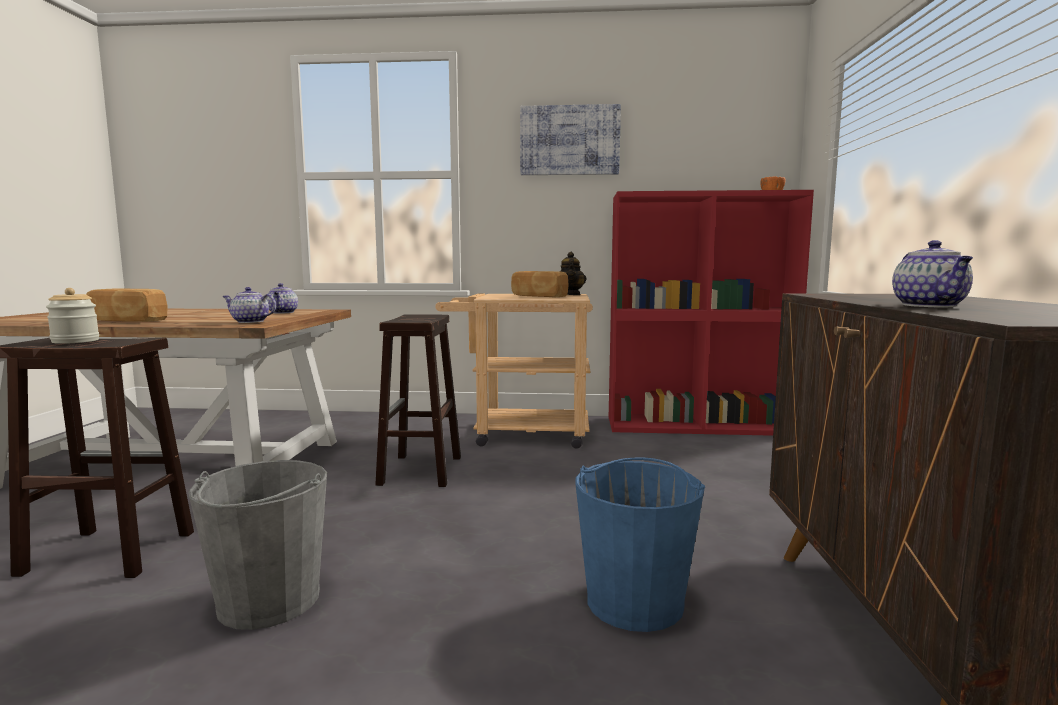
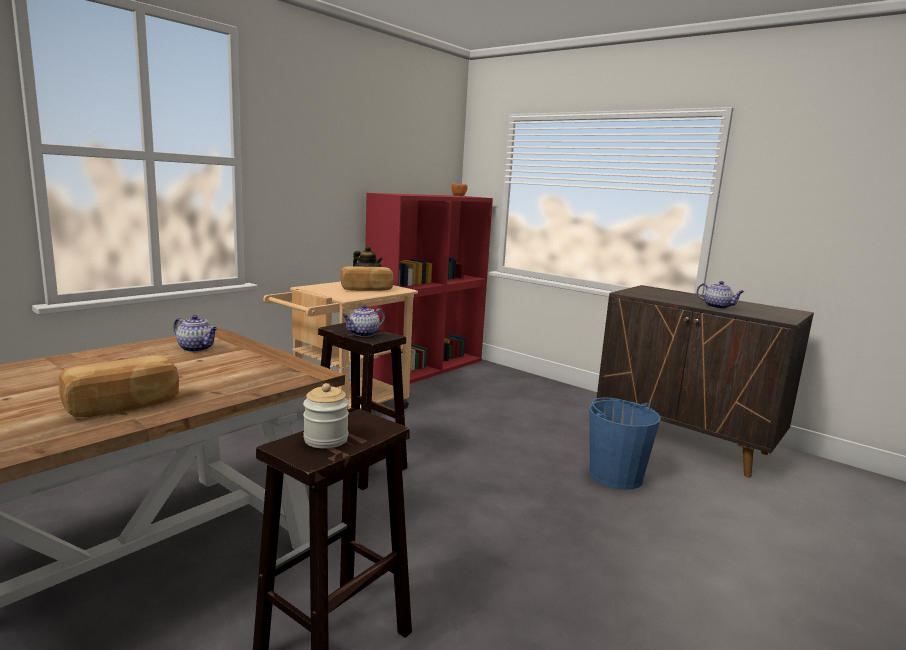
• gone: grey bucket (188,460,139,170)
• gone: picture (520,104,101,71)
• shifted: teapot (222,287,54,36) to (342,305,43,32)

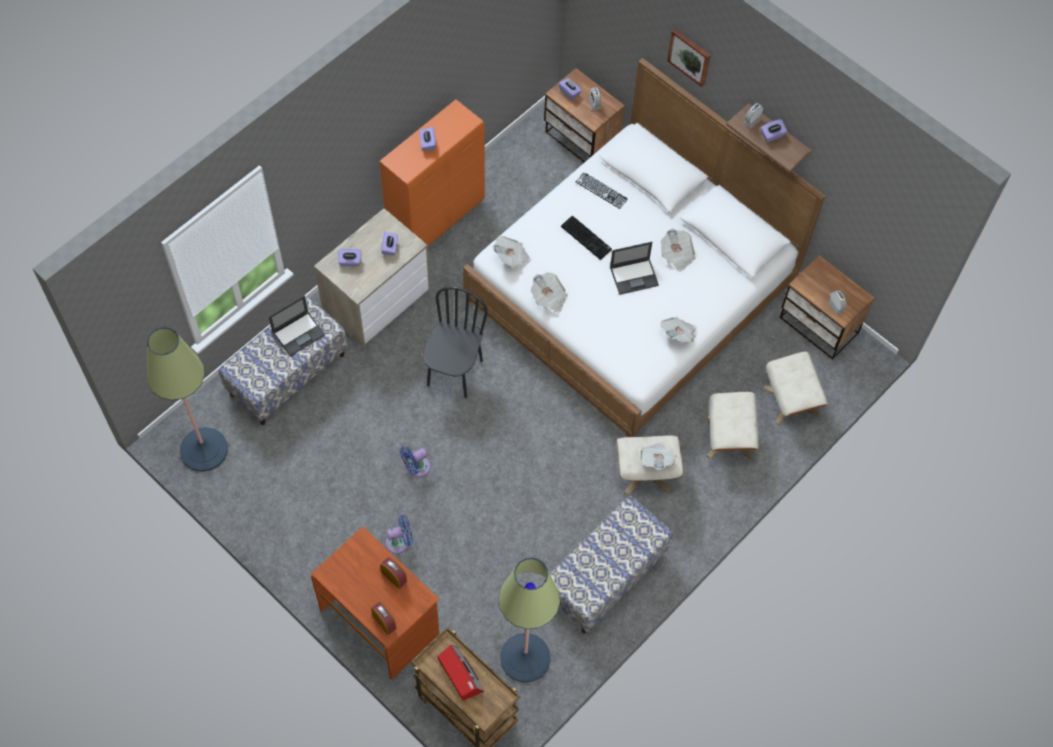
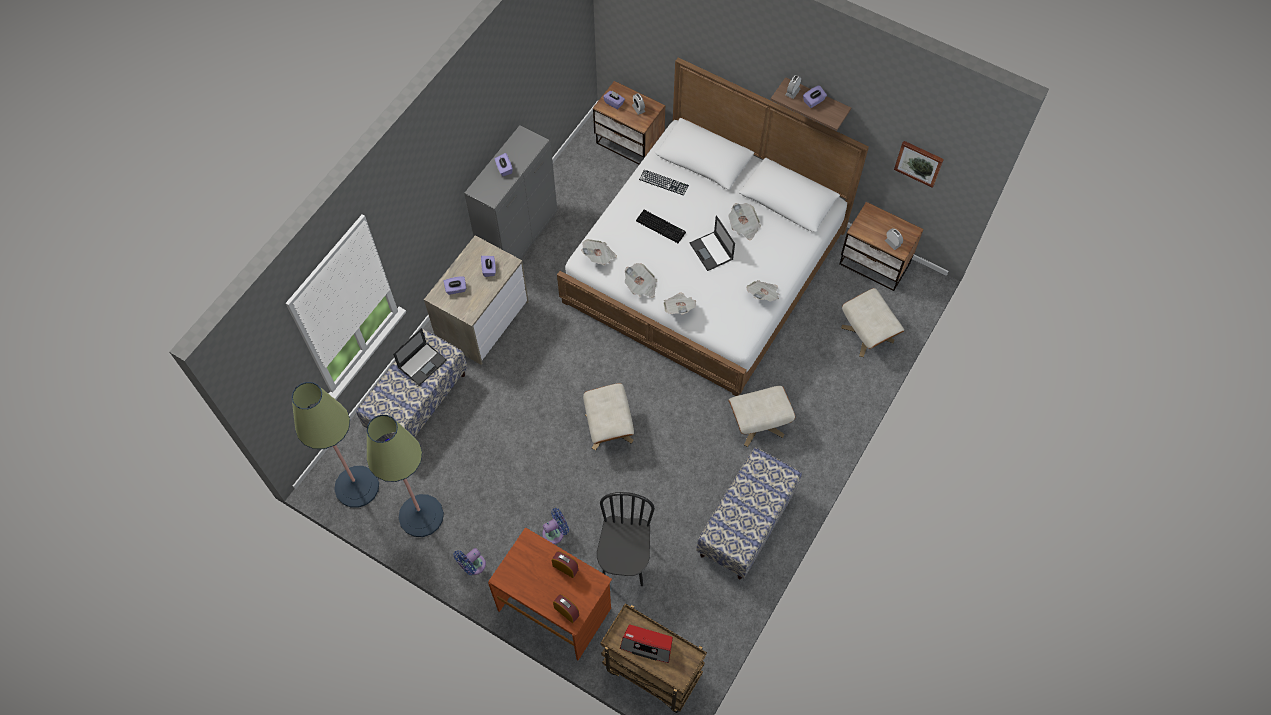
• shifted: blue fan (400,446,31,31) to (453,548,33,27)
• shifted: black chair (423,286,65,112) to (597,492,58,94)
• shifted: floor lamp (499,558,61,125) to (367,415,77,122)
• shifted: newspaper (640,442,37,28) to (664,293,32,22)
• shifted: picture (667,29,44,58) to (894,141,50,47)
• shifted: beige ottoman (705,392,54,67) to (583,383,51,67)
• repainted: orange cabinet (380,99,105,147) to grey cabinet (464,125,93,134)
• rotated: radio (438,645,46,55) = (620,624,53,39) 150 degrees clockwise
• rotated: laptop (610,242,49,53) = (690,215,45,56) 90 degrees clockwise

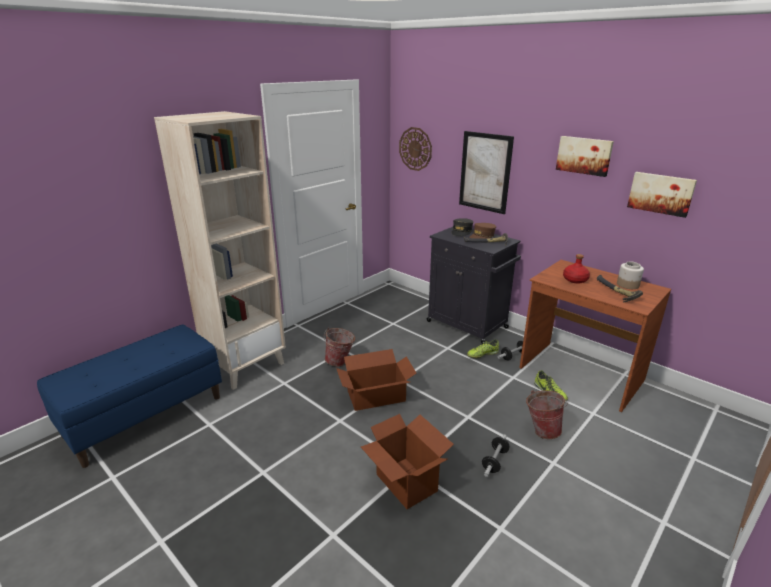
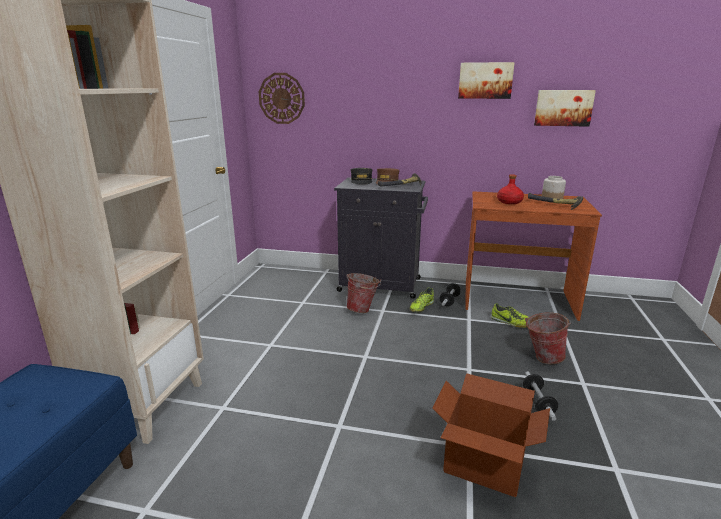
• gone: cardboard box (336,349,81,62)
• gone: picture (459,131,55,83)
• shifted: bucket (324,327,31,40) to (346,273,35,40)

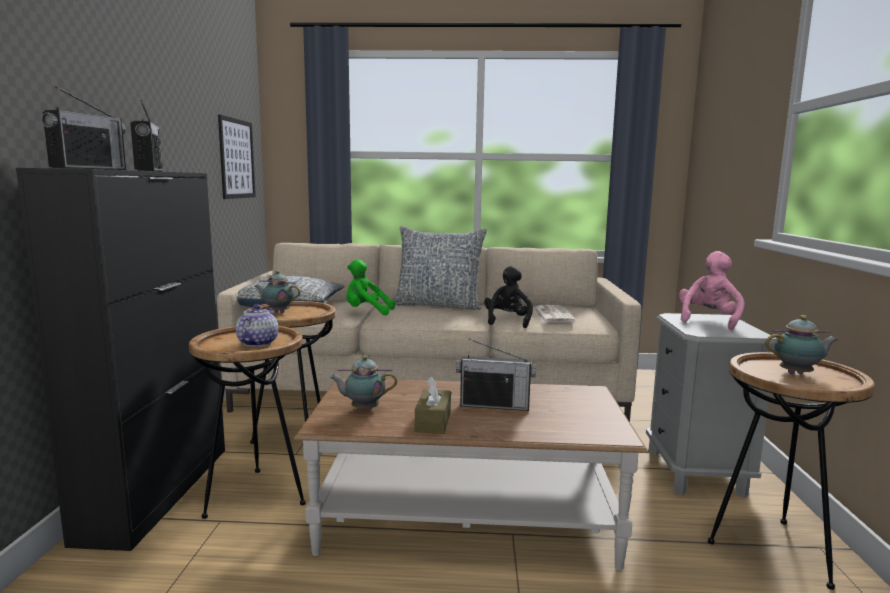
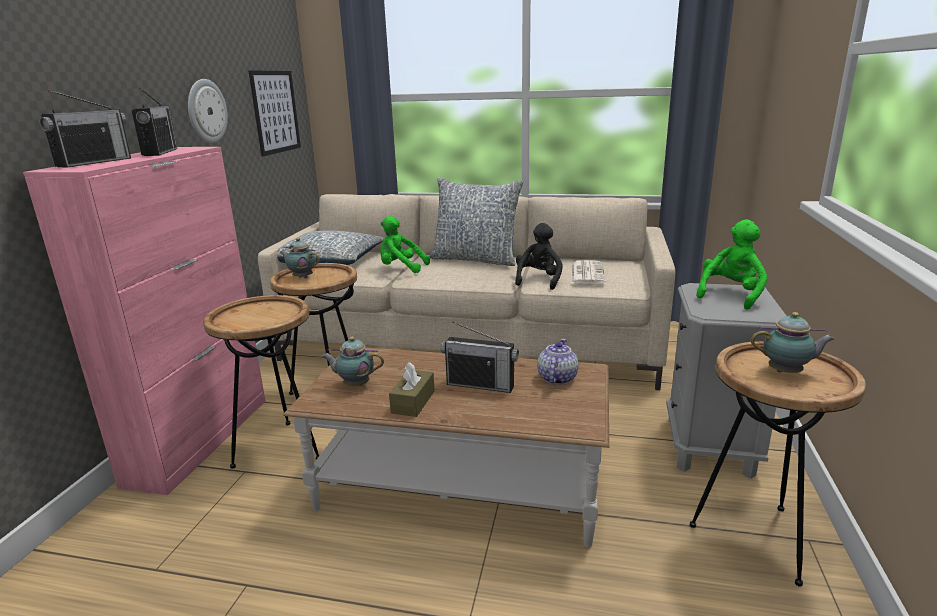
• new: wall clock (188,79,40,64)
• shifted: teapot (236,304,42,43) to (537,339,42,46)
• repainted: black cabinet (16,168,209,383) to pink cabinet (23,147,242,348)
• repainted: pink plush toy (679,251,66,79) to green plush toy (696,219,72,91)

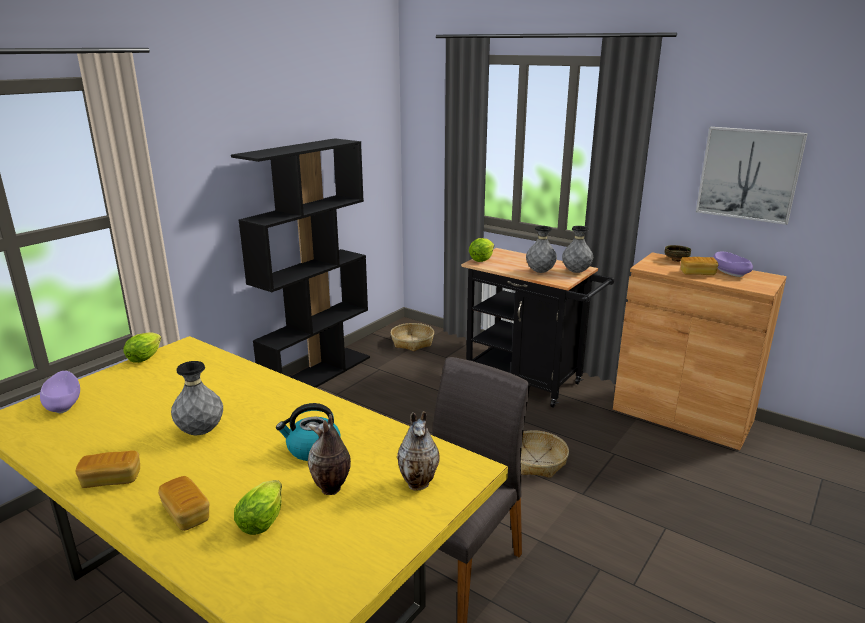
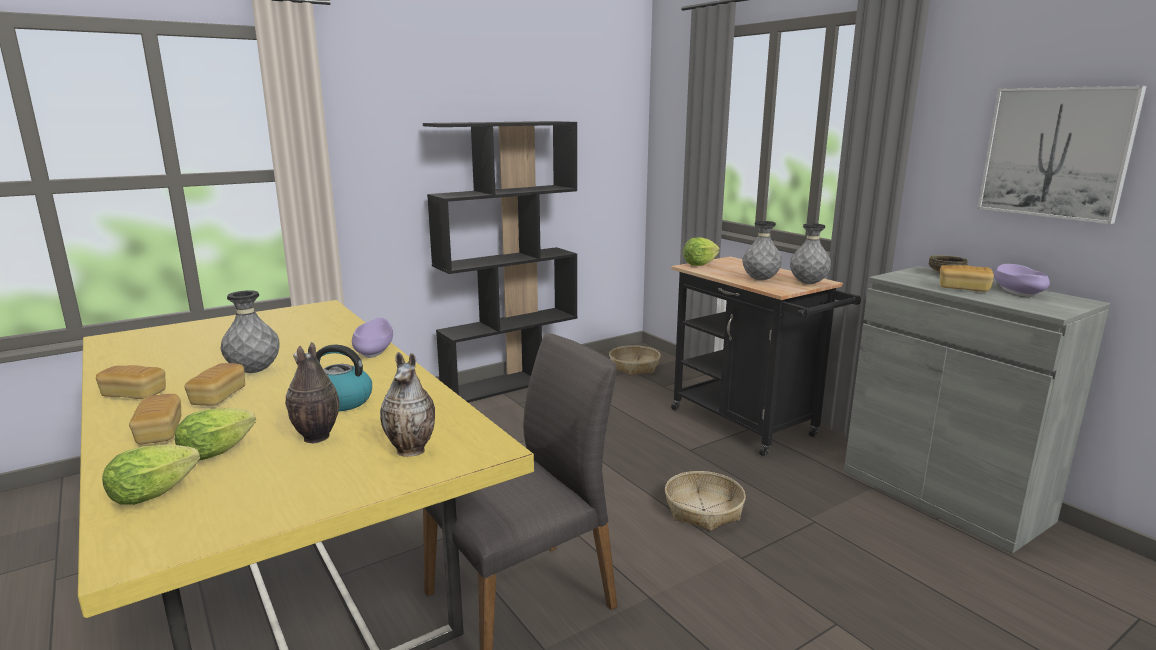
• new: bread (184,363,61,43)
• shifted: purple bowl (40,371,40,42) to (352,318,41,40)
• shifted: lettuce (123,332,39,31) to (102,444,98,61)
• repainted: brown cabinet (613,252,174,198) to grey cabinet (844,266,266,287)

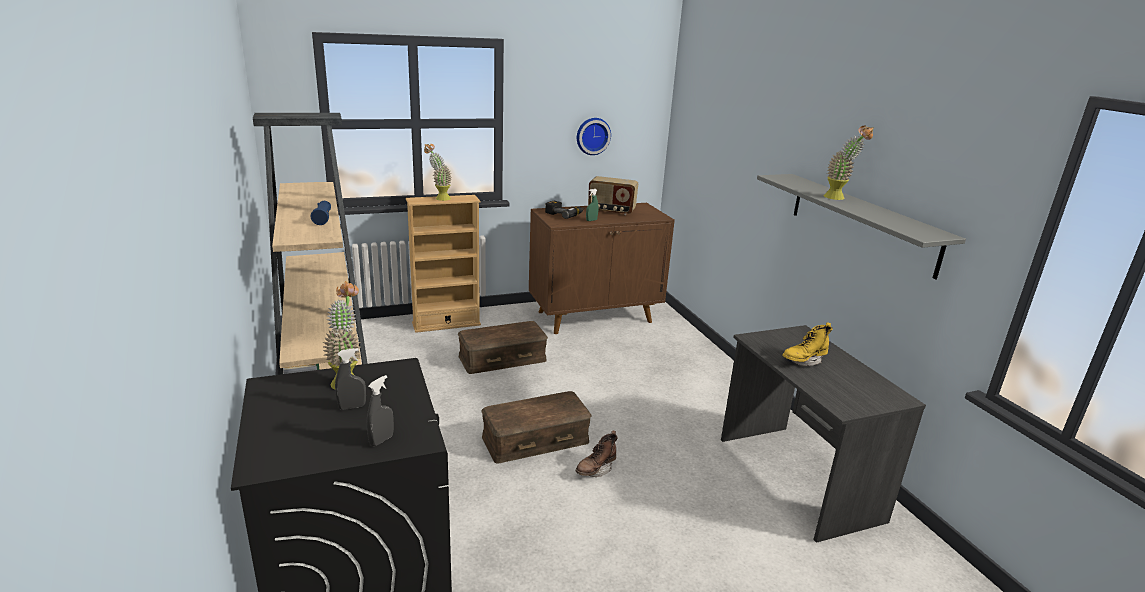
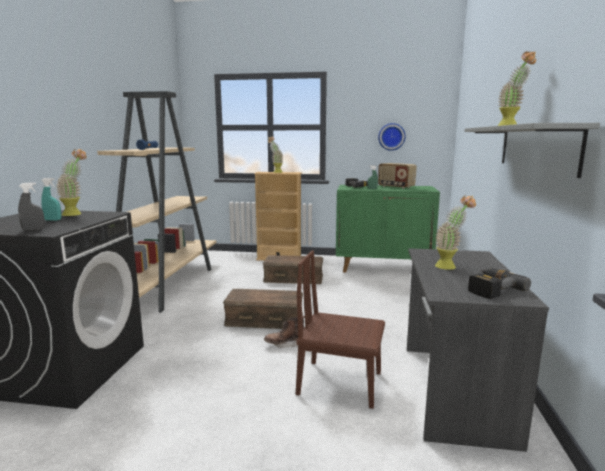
• new: brown chair (296,251,89,158)
• new: power drill (468,268,63,31)
• swapped: yellow boot (782,322,51,44) to potted plant (435,195,41,75)
• repainted: grey spray bottle (335,348,31,62) to turquoise spray bottle (41,178,20,43)
• repainted: brown cabinet (529,203,146,131) to green cabinet (336,185,104,88)

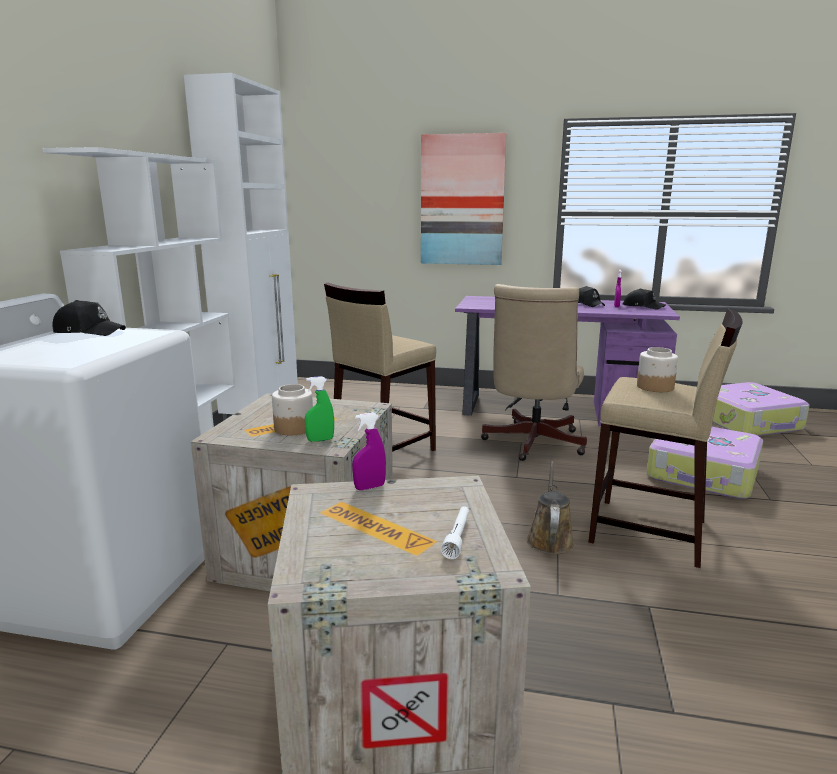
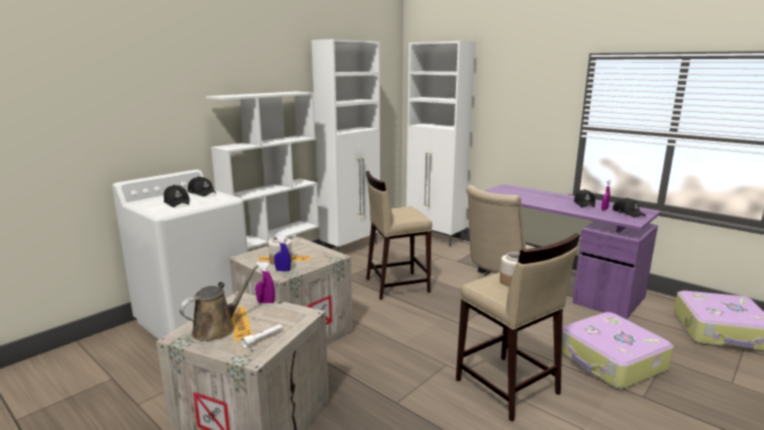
• gone: picture (421,133,86,132)
• new: black cap (164,185,26,22)
• new: white cabinet (406,41,70,206)
• shifted: brown watering can (527,461,47,94) to (179,265,80,76)
• repainted: green spray bottle (305,376,29,66) to blue spray bottle (274,235,17,37)

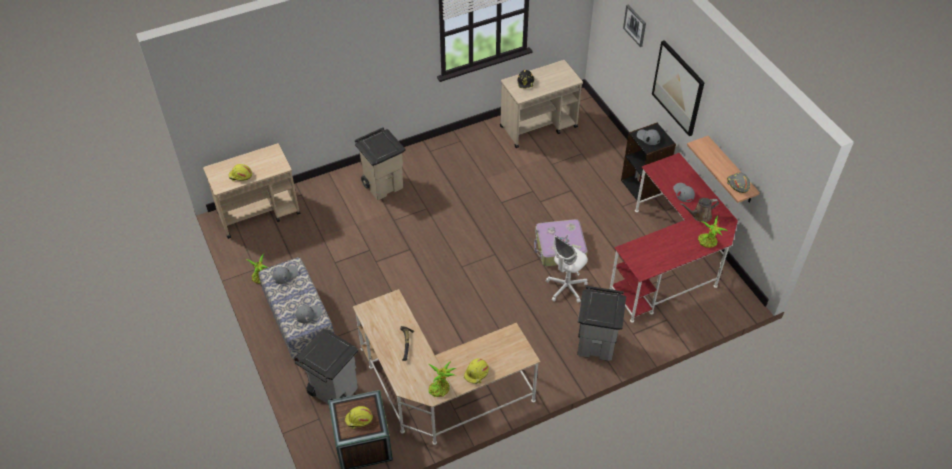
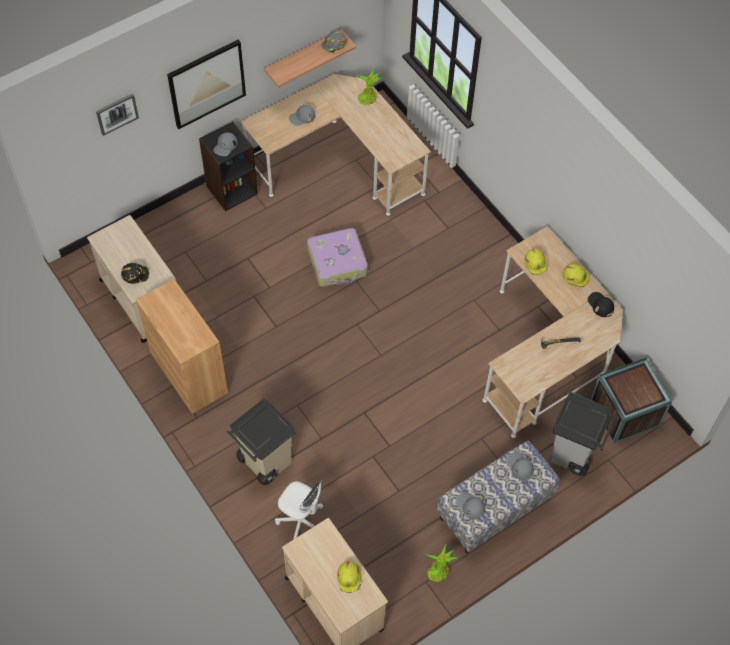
• gone: grey trash can (577,286,49,75)
• gone: brown watering can (680,198,39,24)
• new: brown cabinet (136,279,92,135)
• shifted: yellow hard hat (345,406,28,23) to (524,249,23,26)
• shifted: white office chair (546,236,42,67) to (275,479,48,60)
• swapped: potted plant (428,361,29,36) to black cap (588,292,26,25)
• repainted: red desk (610,153,128,170) to beige desk (240,74,191,142)

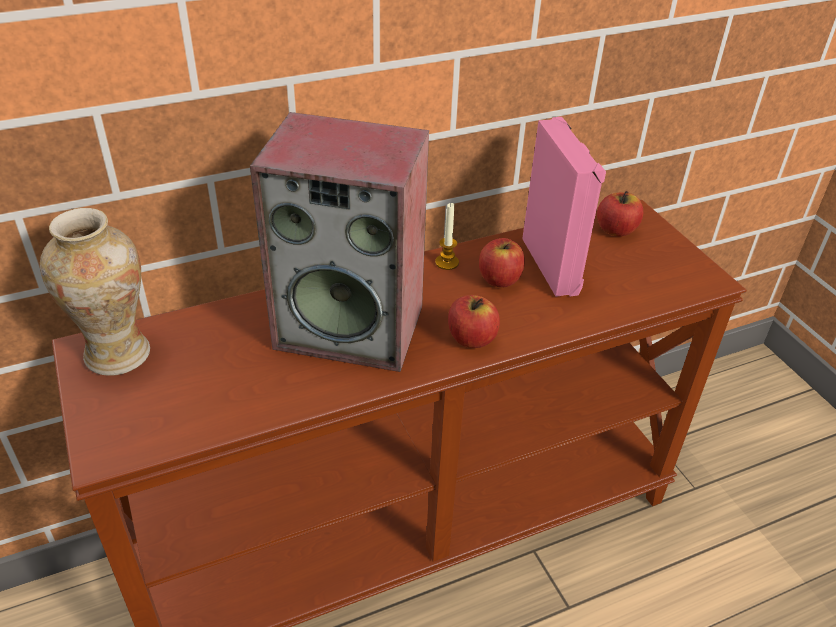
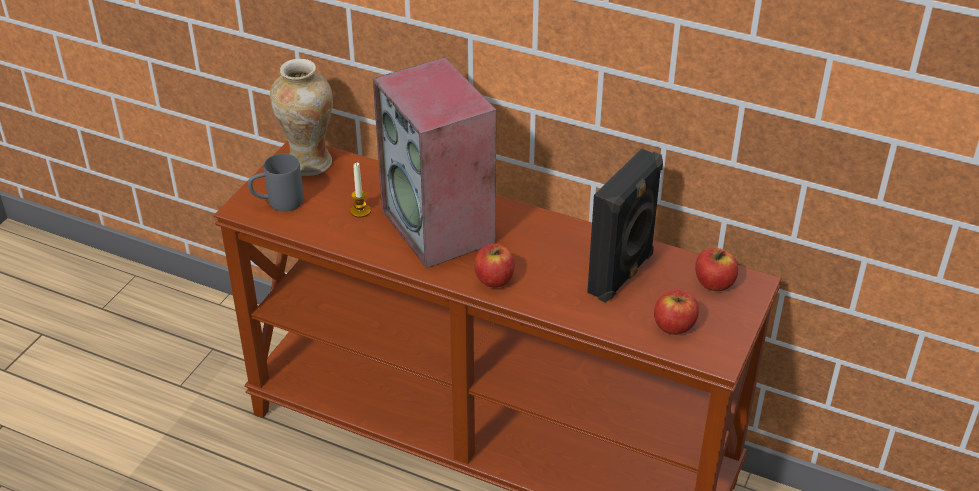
• new: grey mug (248,153,56,59)
• shifted: candle (435,203,24,67) to (350,163,21,55)
• shifted: apple (479,238,46,49) to (654,290,45,45)
• repainted: pink speaker (522,117,84,180) to black speaker (587,149,76,153)

